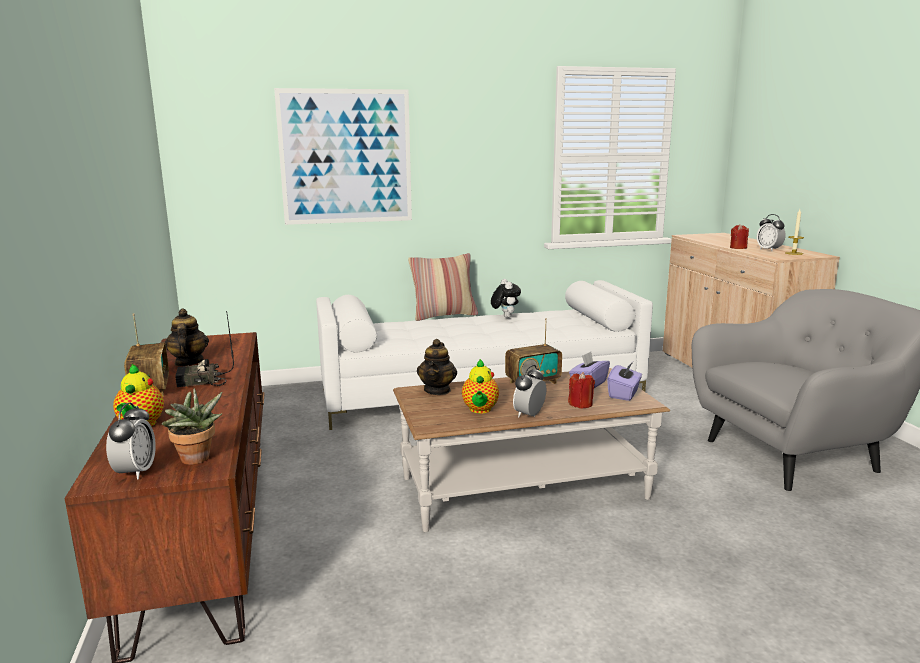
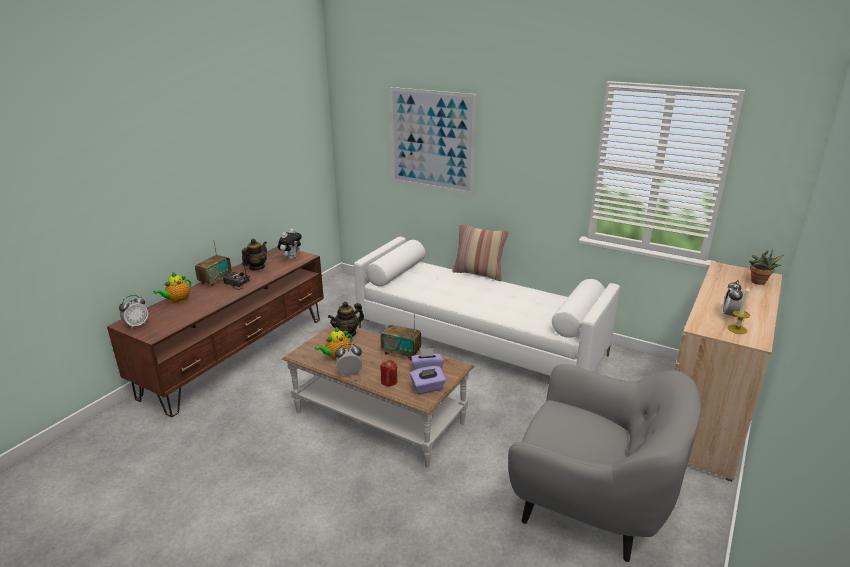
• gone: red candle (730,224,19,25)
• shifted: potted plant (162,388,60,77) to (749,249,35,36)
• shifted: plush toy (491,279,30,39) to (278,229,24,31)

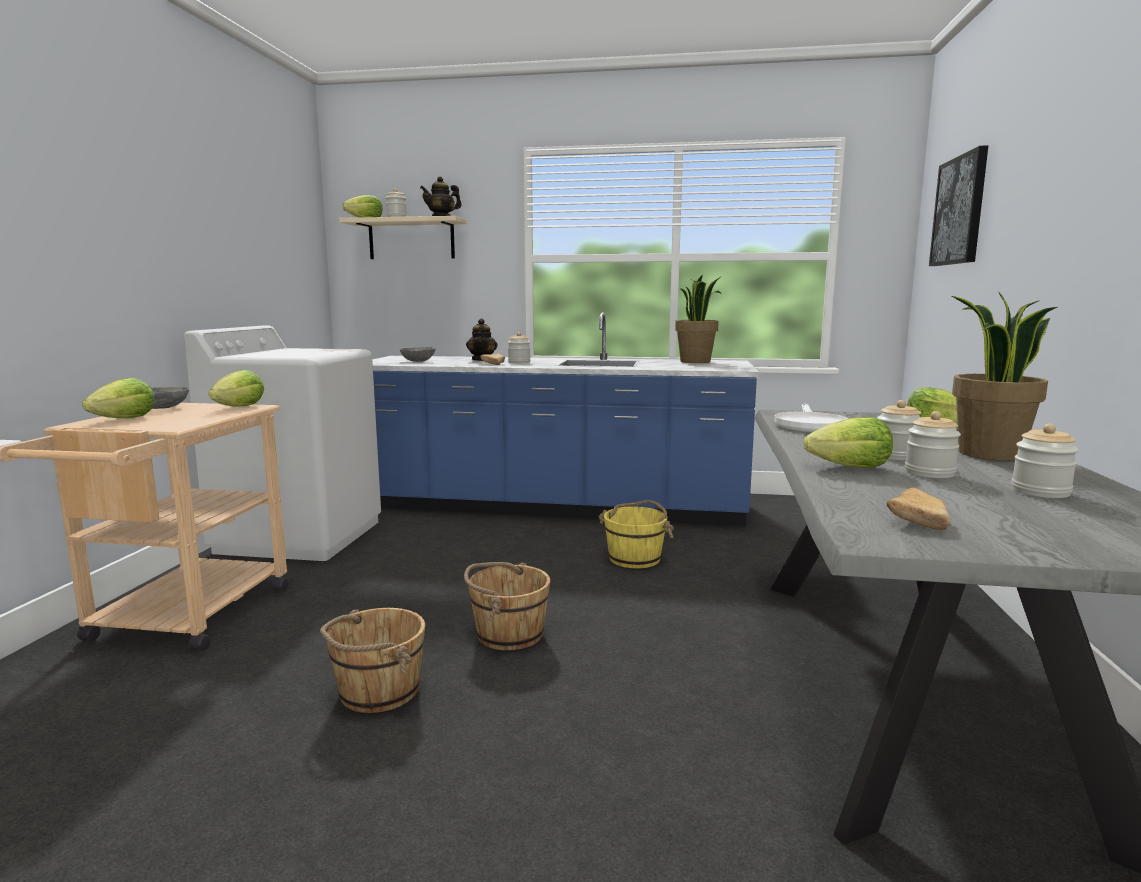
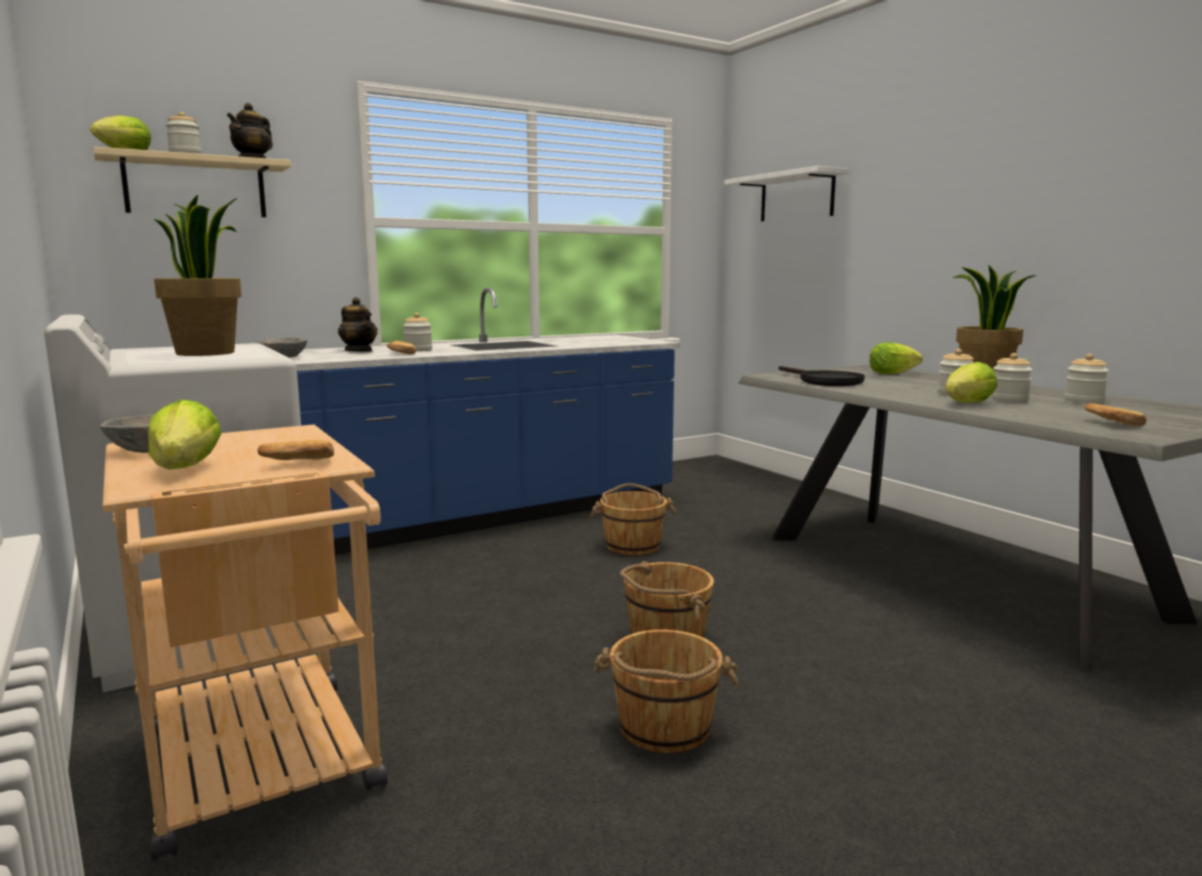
• gone: lettuce (209,370,55,36)
• new: bread (258,439,76,21)
• shifted: potted plant (675,274,47,89) to (153,194,89,162)
• swapped: picture (929,145,59,121) to white shelf (725,166,124,55)
• repainted: yellow bucket (599,500,75,69) to brown bucket (590,483,87,72)
• repainted: white frying pan (774,404,74,28) to black frying pan (778,366,87,20)

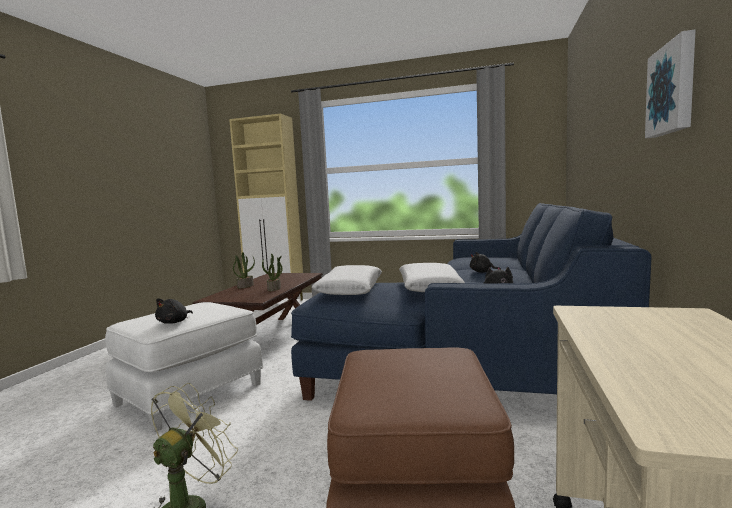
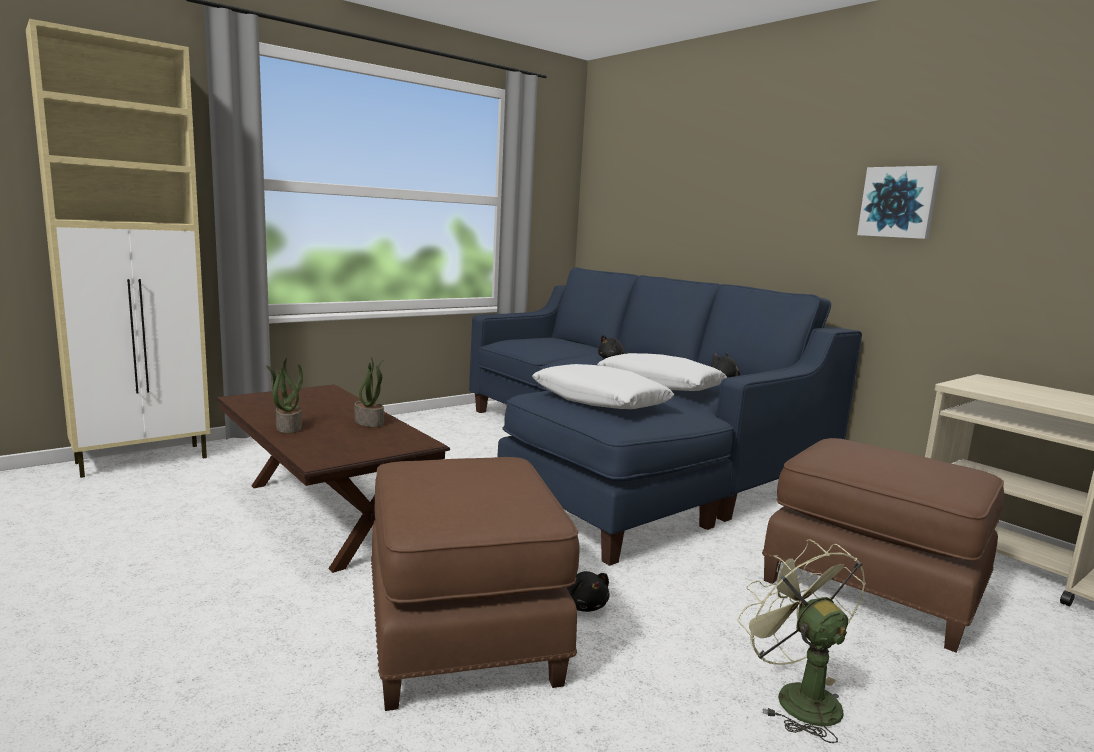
• shifted: black plush toy (155,298,38,26) to (566,571,44,41)
• repainted: white ottoman (105,302,158,130) to brown ottoman (371,457,209,254)

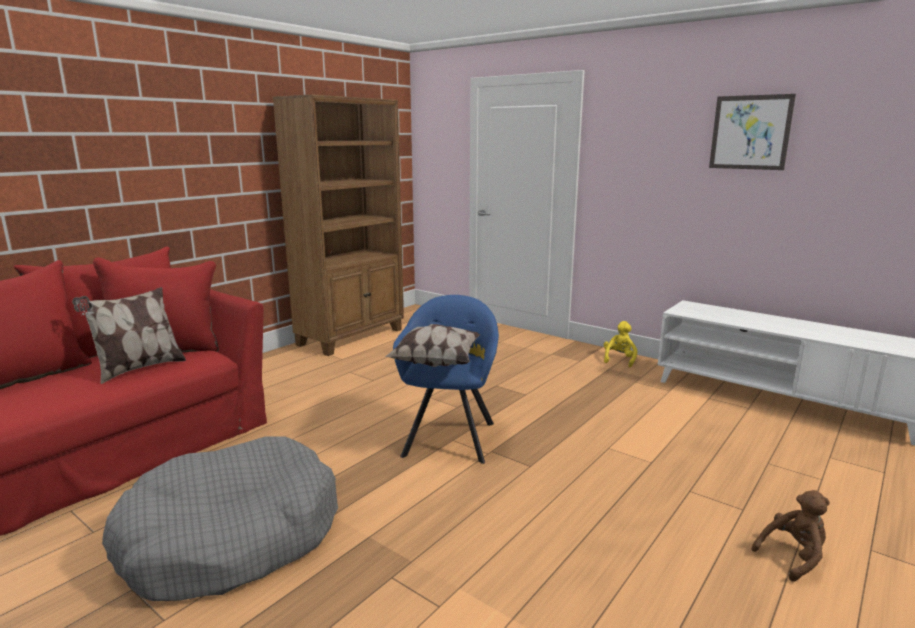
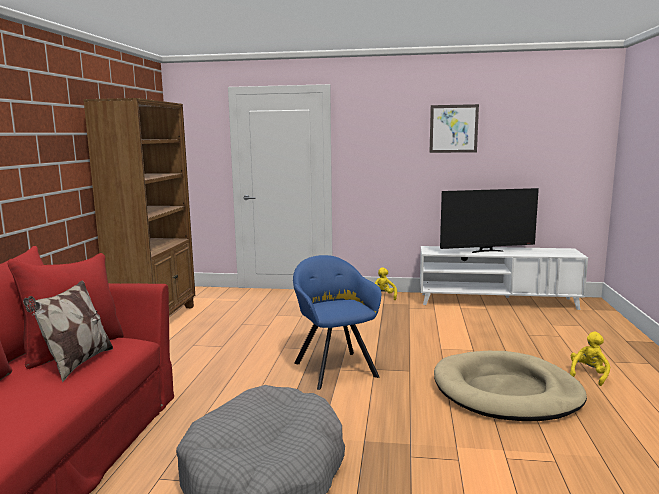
• gone: pillow (385,324,96,43)
• new: beige dog bed (434,351,153,70)
• new: television (440,188,99,65)
• repainted: brown plush toy (751,490,79,92) to yellow plush toy (570,331,40,55)

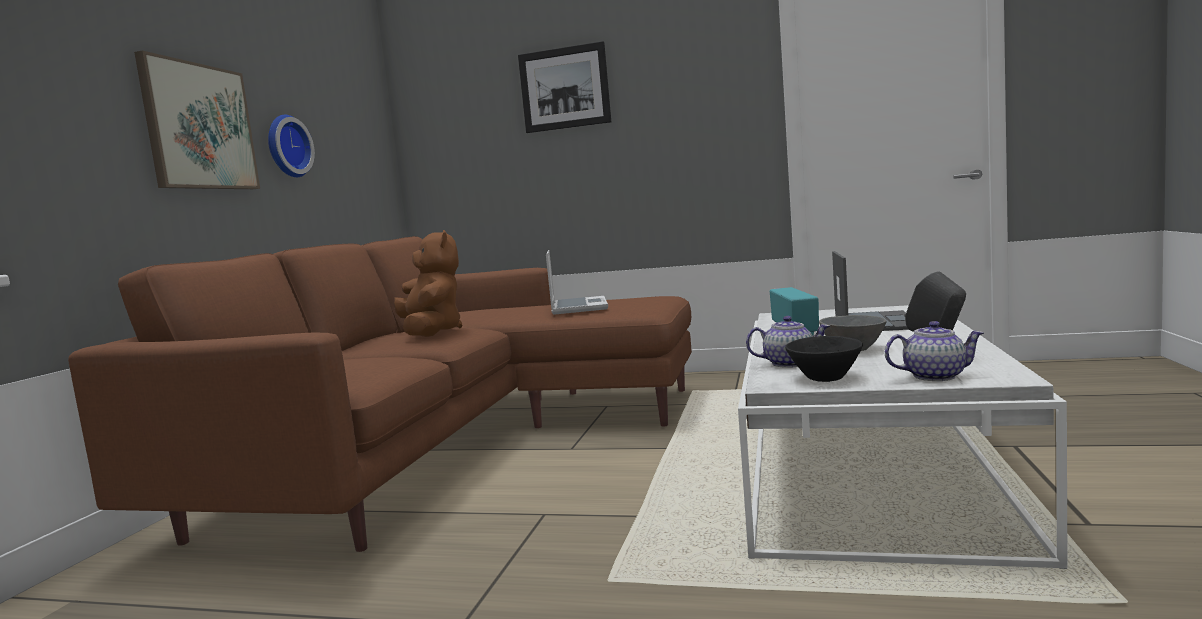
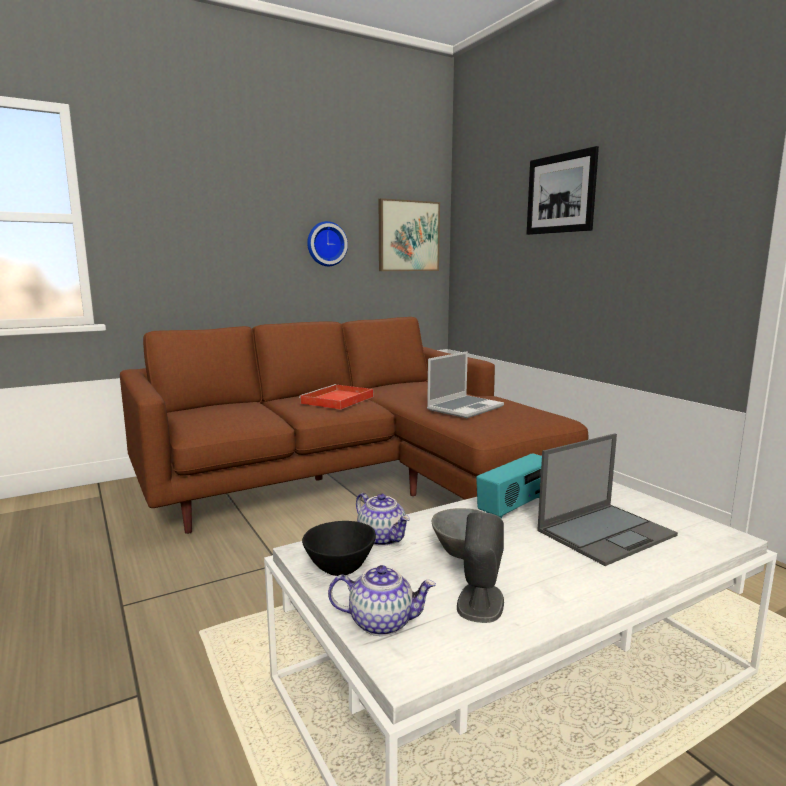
• shifted: picture (134,50,126,139) to (379,198,61,73)
• swapped: brown plush toy (394,230,68,107) to red tray (299,384,74,26)
• rotated: teapot (885,321,99,60) = (328,565,108,71) 45 degrees counterclockwise

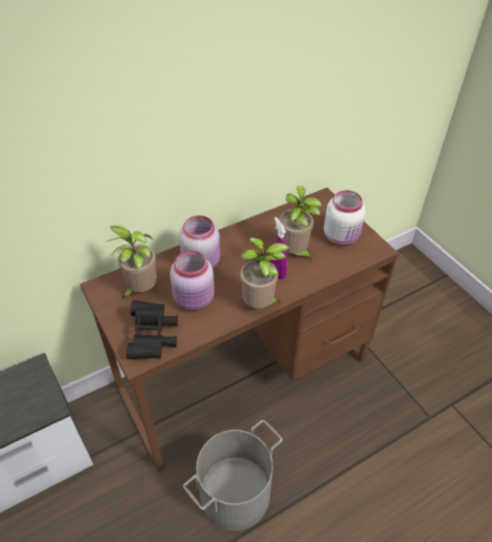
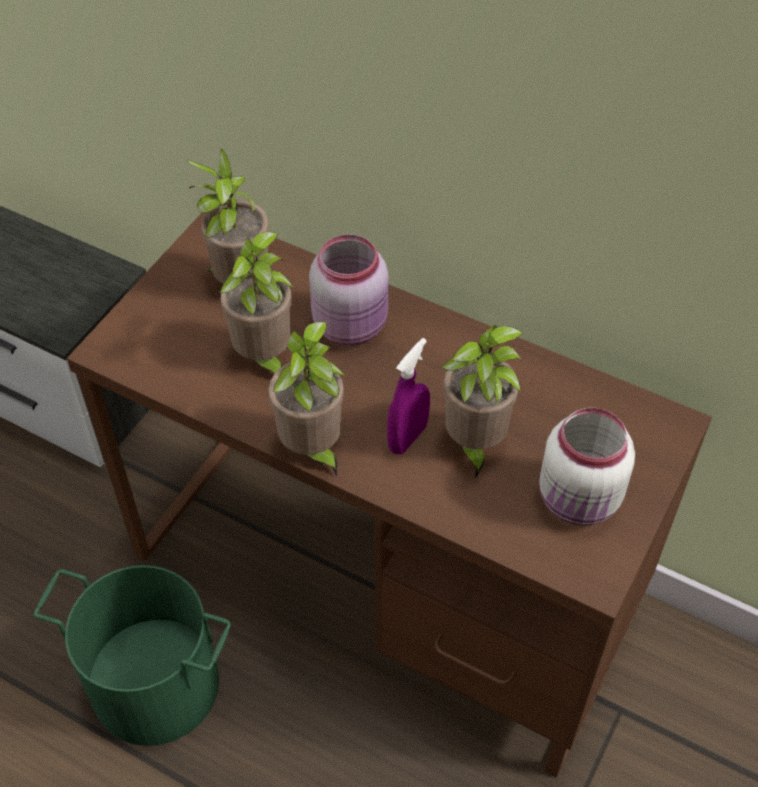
• gone: black binoculars (126,300,52,60)
• swapped: pink jar (170,251,44,60) to potted plant (220,232,73,141)
• repainted: grey bucket (183,420,100,111) to green bucket (34,565,197,181)

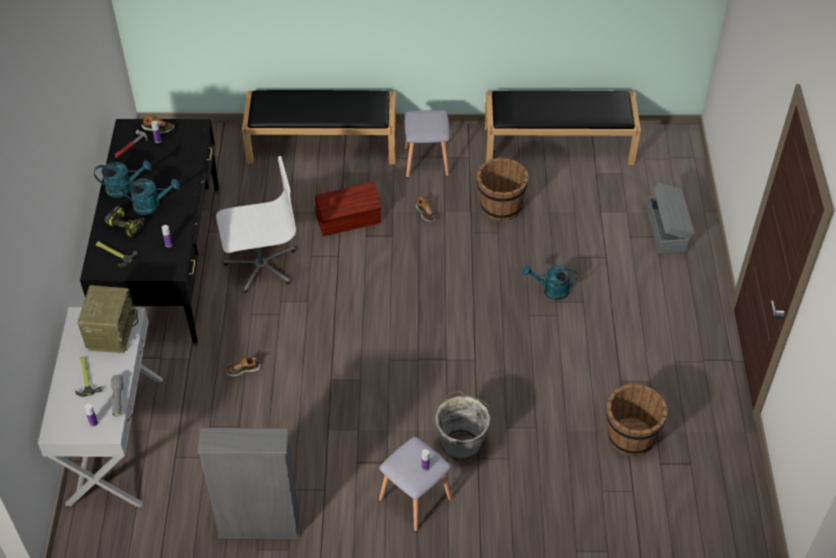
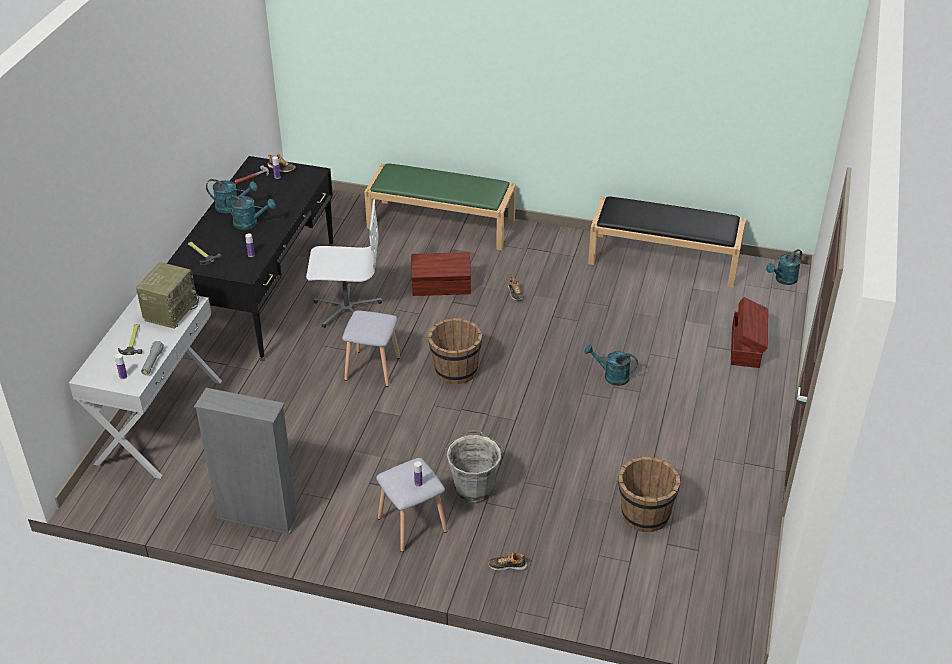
• gone: power drill (105,206,40,32)
• new: turquoise watering can (766,249,36,36)
• shifted: shoe (225,357,36,19) to (488,552,39,19)
• shifted: grey stool (404,110,45,68) to (342,310,58,77)
• shifted: brown bucket (476,158,53,63) to (428,318,54,66)
• repainted: black bench (242,90,154,74) to green bench (364,163,152,87)
• repainted: grey storage box (647,182,48,72) to brown storage box (731,297,37,71)

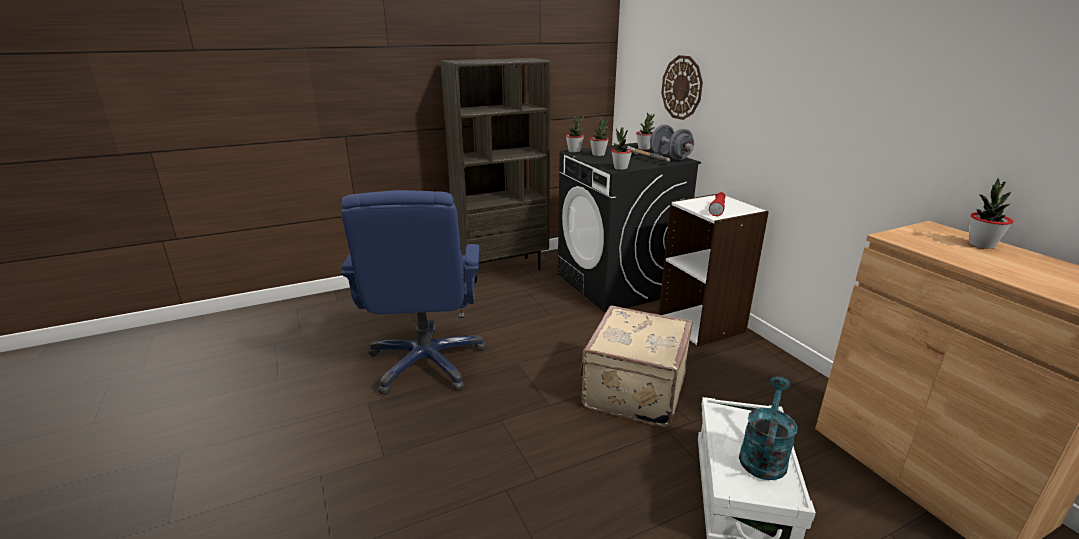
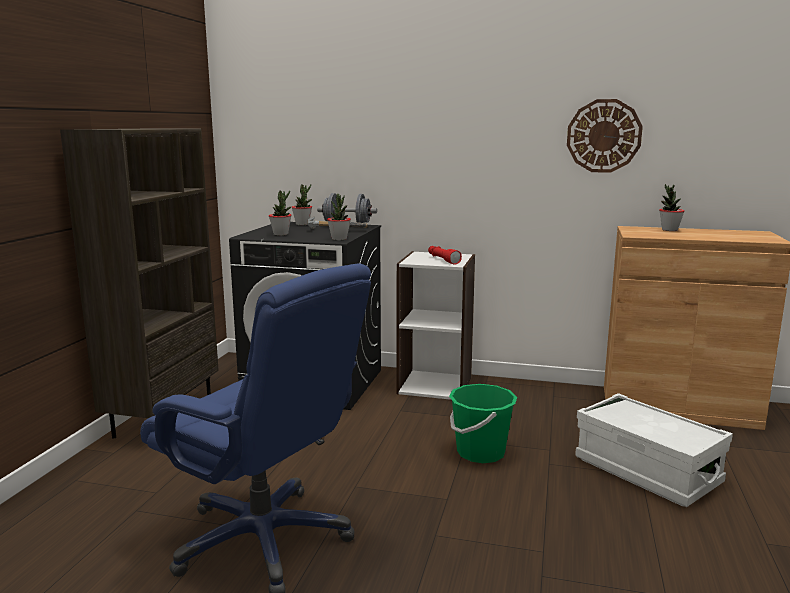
• gone: potted plant (566,115,18,38)
• gone: turquoise watering can (739,377,59,103)
• shifted: wall clock (661,55,42,65) to (567,99,76,74)
• swapped: beige suitcase (580,305,112,122) to green bucket (449,384,68,79)

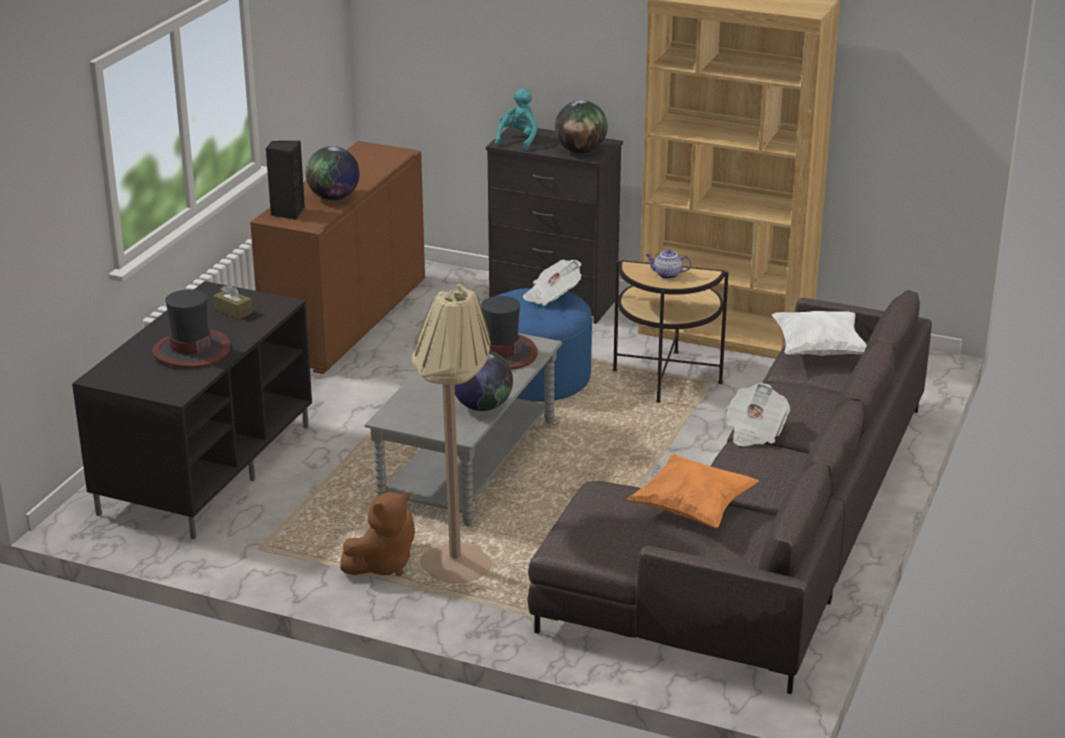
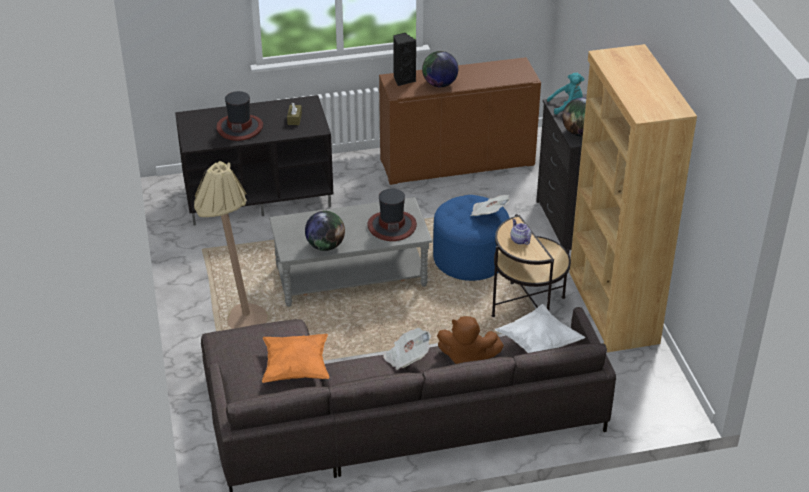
• shifted: brown plush toy (340,492,75,84) to (437,316,67,48)

